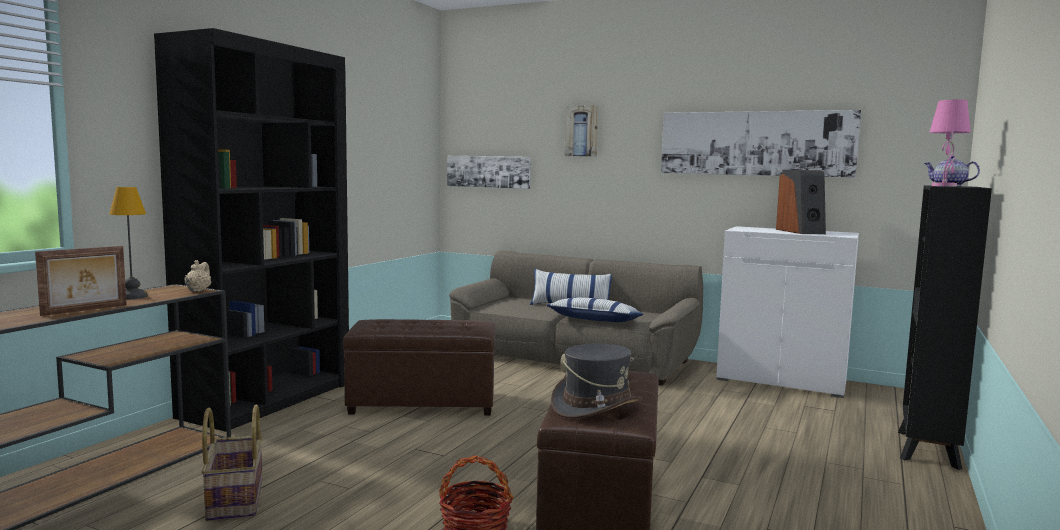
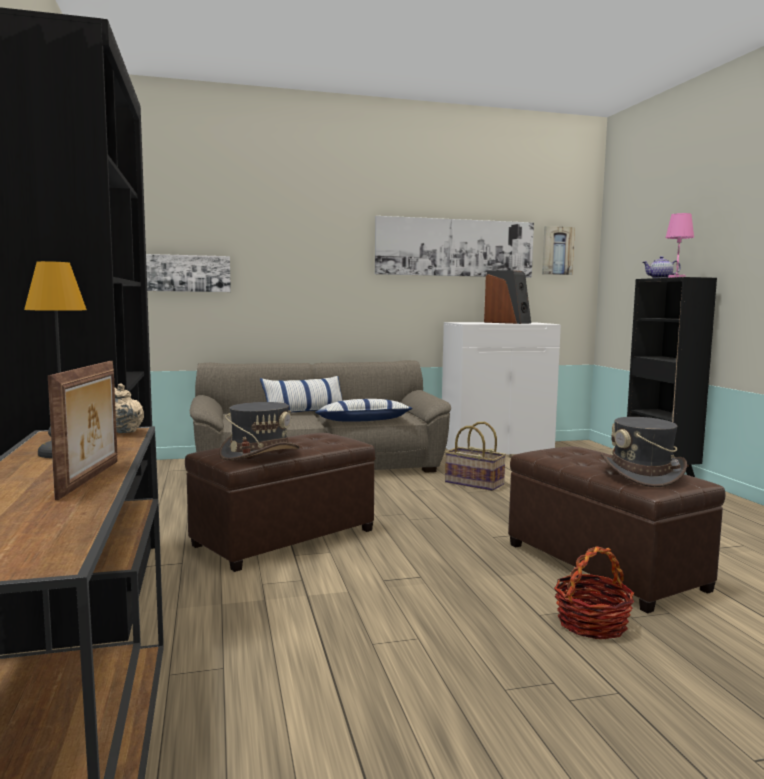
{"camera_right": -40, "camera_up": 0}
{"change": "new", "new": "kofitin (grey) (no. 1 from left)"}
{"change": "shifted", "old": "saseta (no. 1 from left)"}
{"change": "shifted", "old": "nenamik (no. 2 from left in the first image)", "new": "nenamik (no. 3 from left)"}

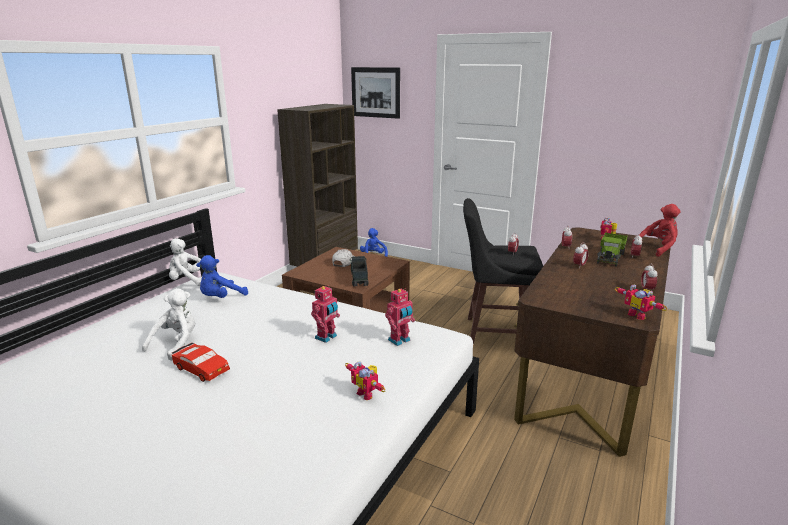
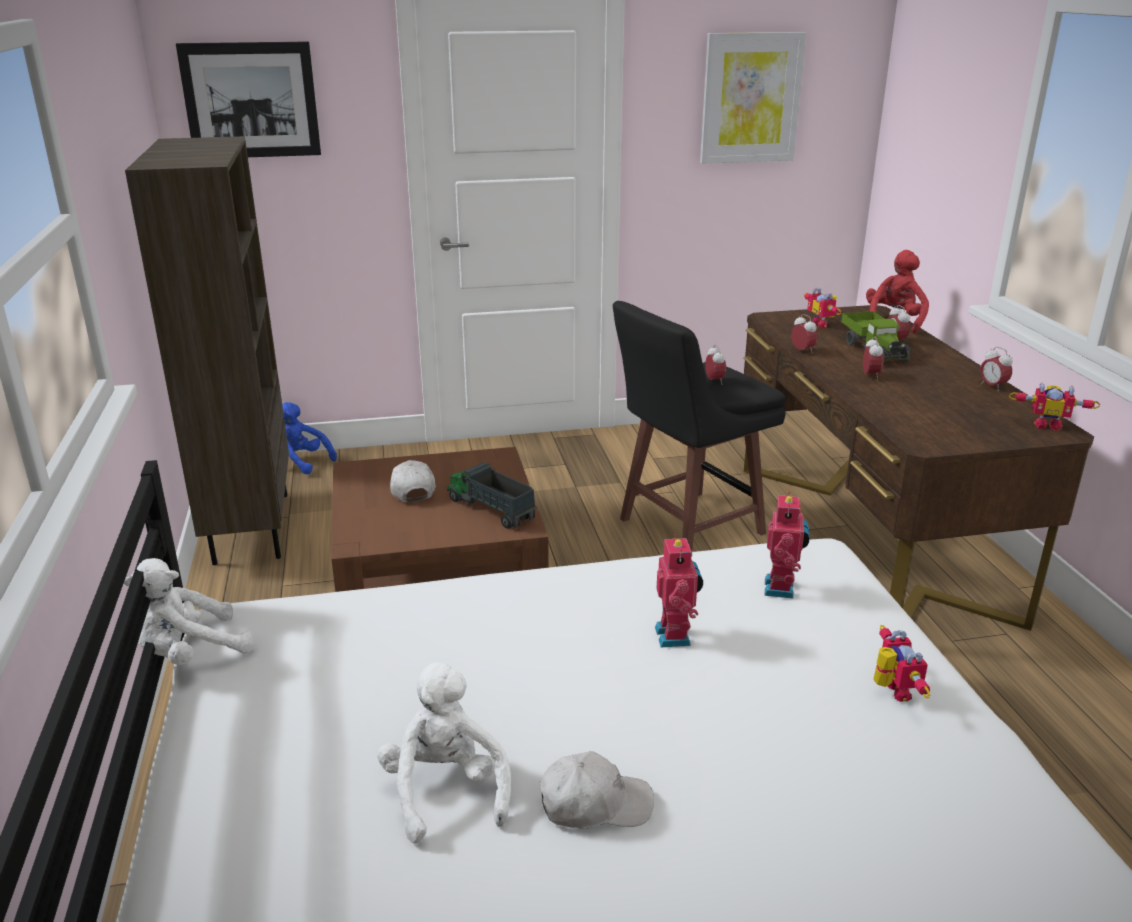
{"camera_right": -40, "camera_up": 5}
{"change": "swapped", "old": "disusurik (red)", "new": "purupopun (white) (no. 2 from left)"}
{"change": "new", "new": "nenamik (no. 2 from left)"}
{"change": "rotated", "old": "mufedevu (no. 2 from left in the first image)", "degrees": -105}
{"change": "gone", "old": "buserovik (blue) (no. 1 from left)"}

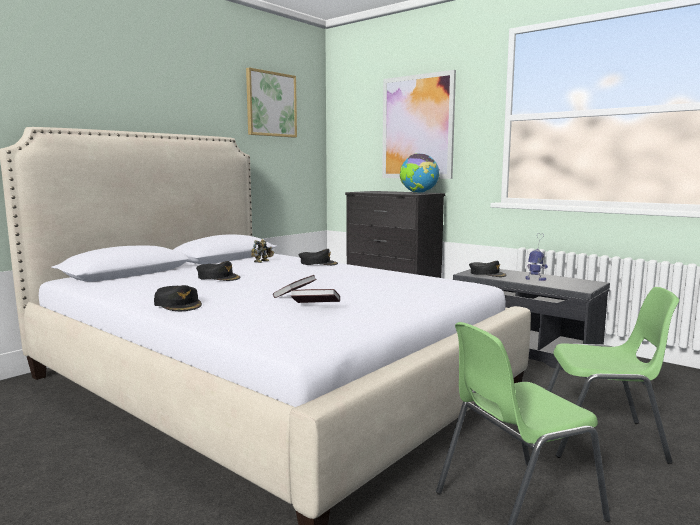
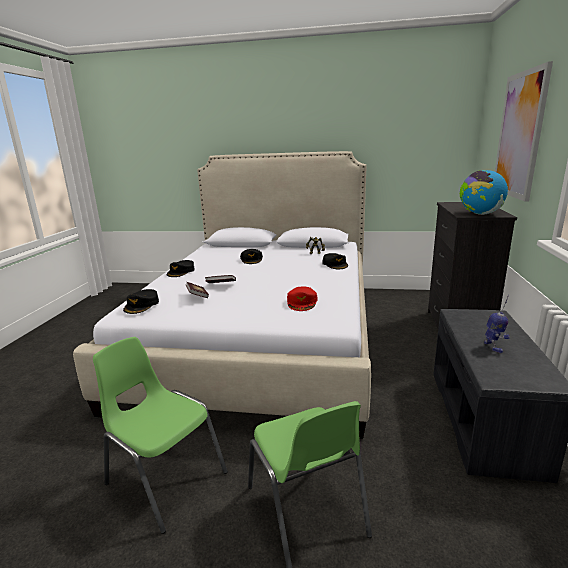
{"camera_right": 60, "camera_up": 10}
{"change": "shifted", "old": "purupopun (black) (no. 4 from left in the first image)", "new": "purupopun (black) (no. 1 from left)"}
{"change": "new", "new": "purupopun (red)"}
{"change": "gone", "old": "nenamik (no. 1 from left)"}

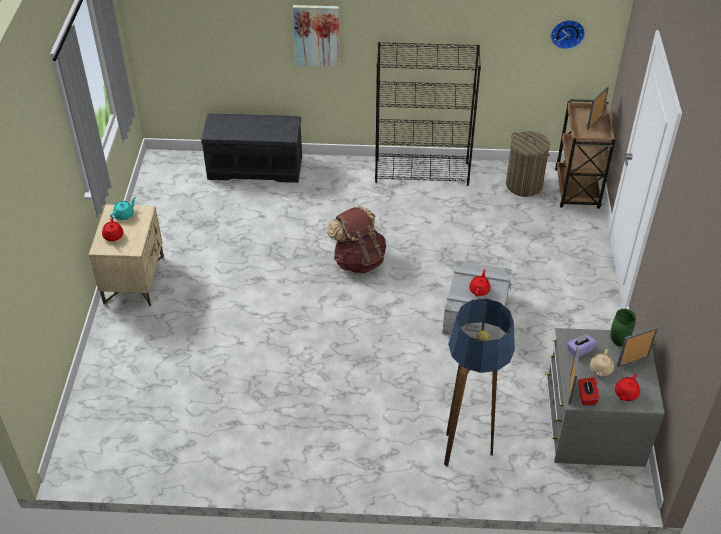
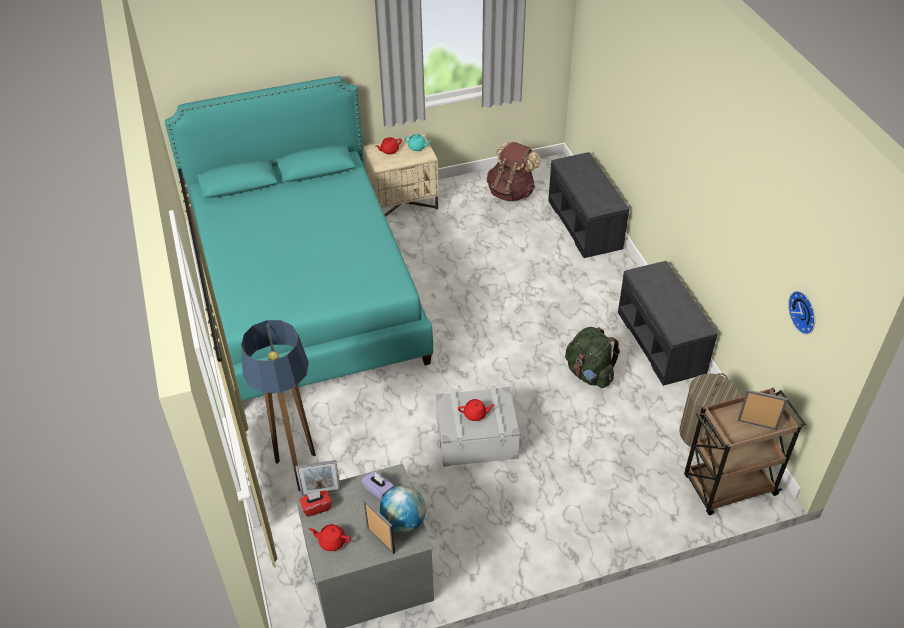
{"camera_right": 70, "camera_up": 0}
{"change": "new", "new": "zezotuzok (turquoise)"}
{"change": "swapped", "old": "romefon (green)", "new": "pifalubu"}
{"change": "shifted", "old": "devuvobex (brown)"}
{"change": "new", "new": "devuvobex (green)"}
{"change": "swapped", "old": "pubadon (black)", "new": "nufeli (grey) (no. 2 from left)"}
{"change": "gone", "old": "nenamik"}
{"change": "gone", "old": "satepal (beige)"}

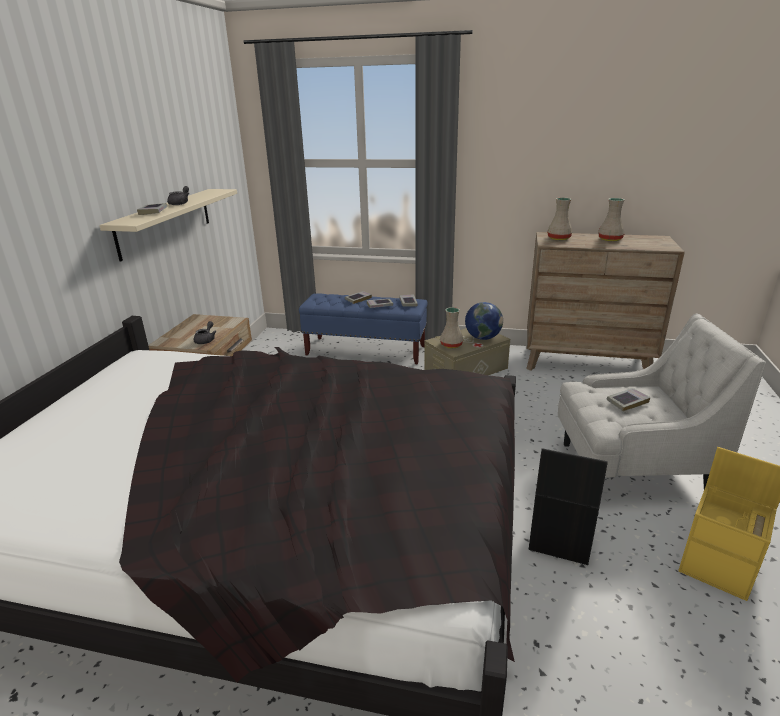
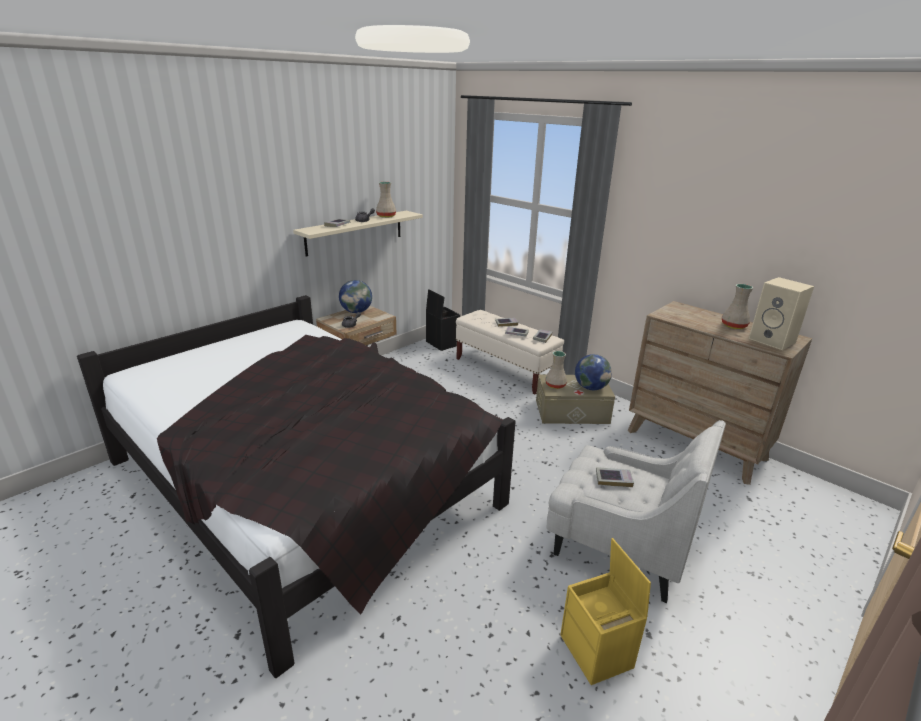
{"camera_right": 30, "camera_up": 0}
{"change": "new", "new": "pifalubu (no. 1 from left)"}
{"change": "shifted", "old": "romefon (beige) (no. 2 from left in the first image)", "new": "romefon (beige) (no. 1 from left)"}
{"change": "shifted", "old": "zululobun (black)"}
{"change": "repainted", "old": "nufeli (blue)", "new": "nufeli (beige)"}
{"change": "new", "new": "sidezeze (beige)"}

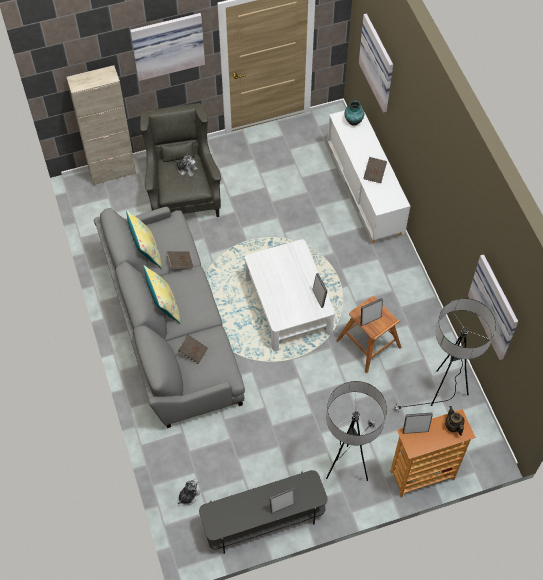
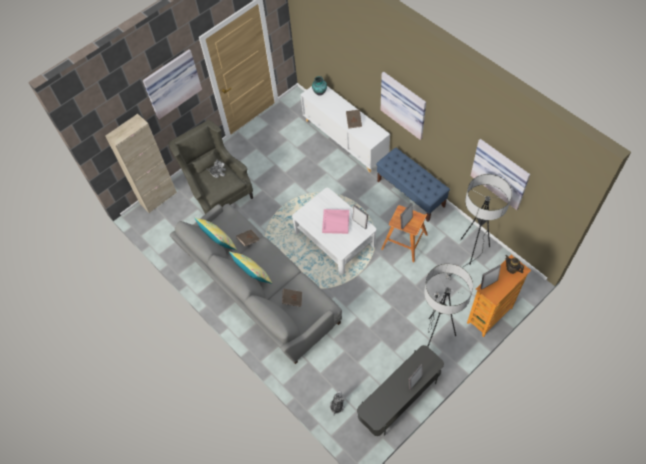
{"camera_right": -20, "camera_up": 0}
{"change": "new", "new": "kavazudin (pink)"}
{"change": "new", "new": "nufeli (blue)"}
{"change": "shifted", "old": "nenamik (no. 2 from left)"}

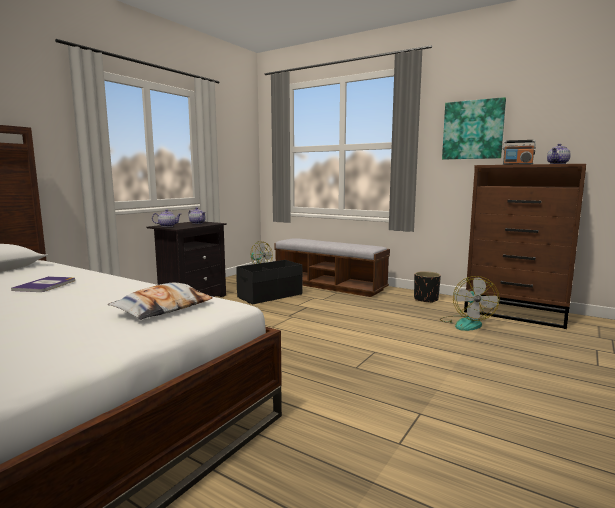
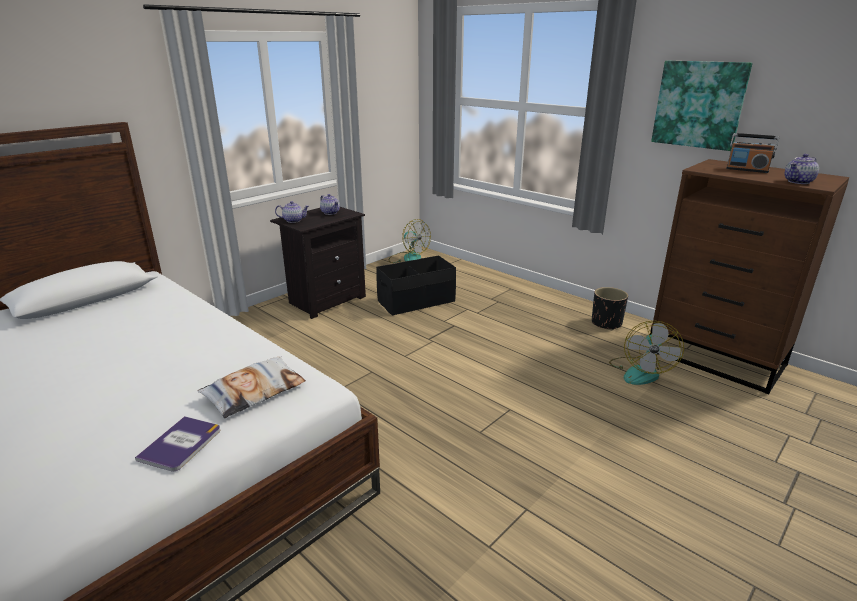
{"camera_right": 10, "camera_up": 15}
{"change": "shifted", "old": "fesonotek"}
{"change": "gone", "old": "nufeli"}

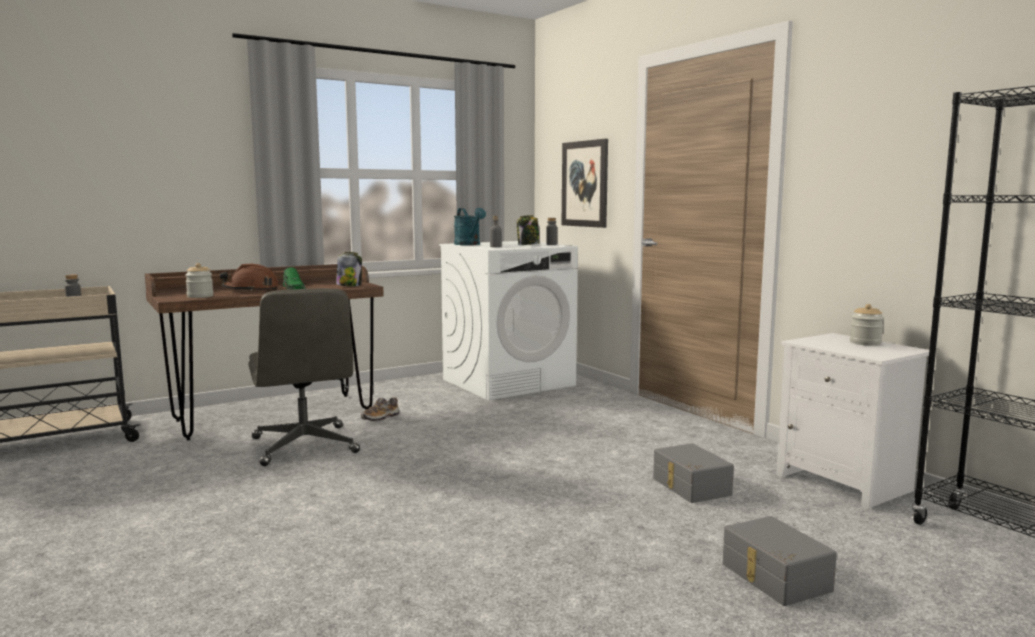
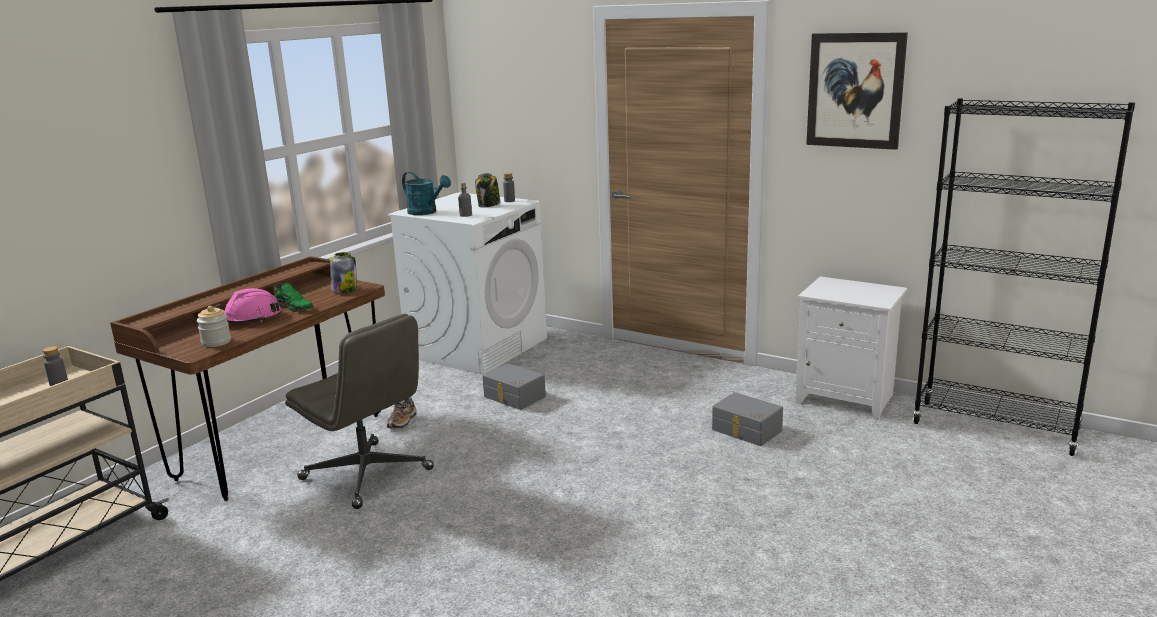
{"camera_right": -25, "camera_up": 10}
{"change": "repainted", "old": "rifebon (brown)", "new": "rifebon (pink)"}
{"change": "shifted", "old": "zululobun (grey) (no. 2 from left in the first image)", "new": "zululobun (grey) (no. 1 from left)"}
{"change": "shifted", "old": "nenamik"}
{"change": "gone", "old": "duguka (no. 4 from left)"}

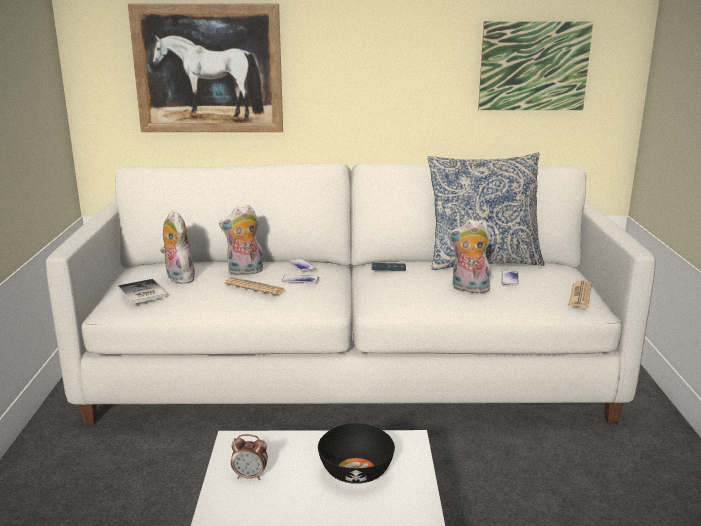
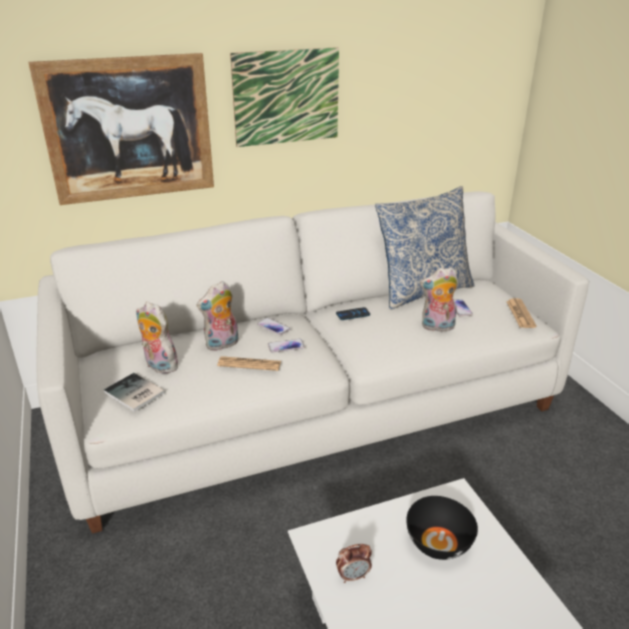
{"camera_right": -20, "camera_up": 10}
{"change": "shifted", "old": "nenamik (no. 2 from left)"}

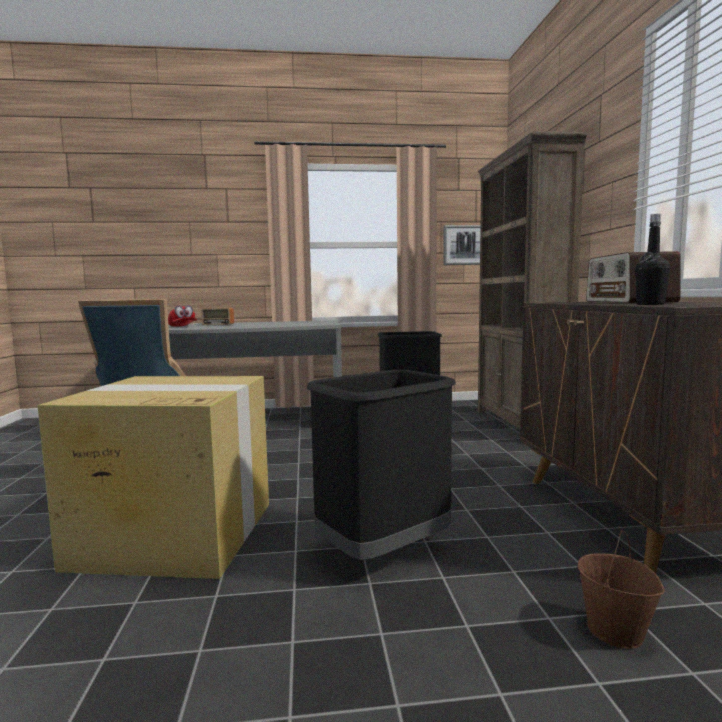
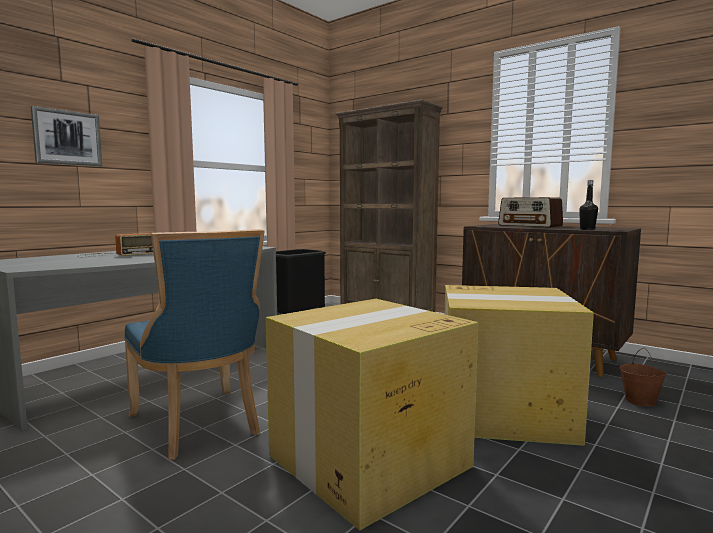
{"camera_right": -45, "camera_up": 0}
{"change": "shifted", "old": "nenamik"}
{"change": "swapped", "old": "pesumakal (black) (no. 1 from left)", "new": "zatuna (no. 2 from left)"}
{"change": "gone", "old": "purupopun (red)"}

